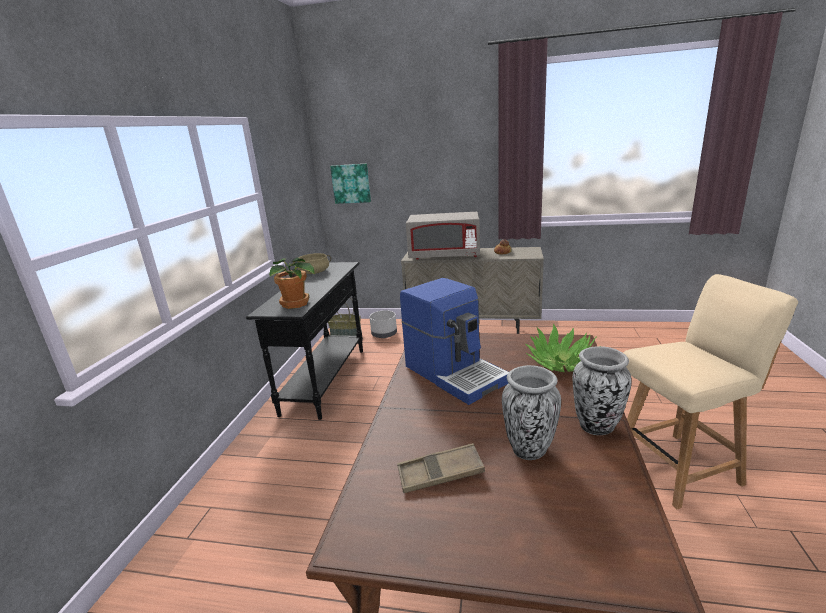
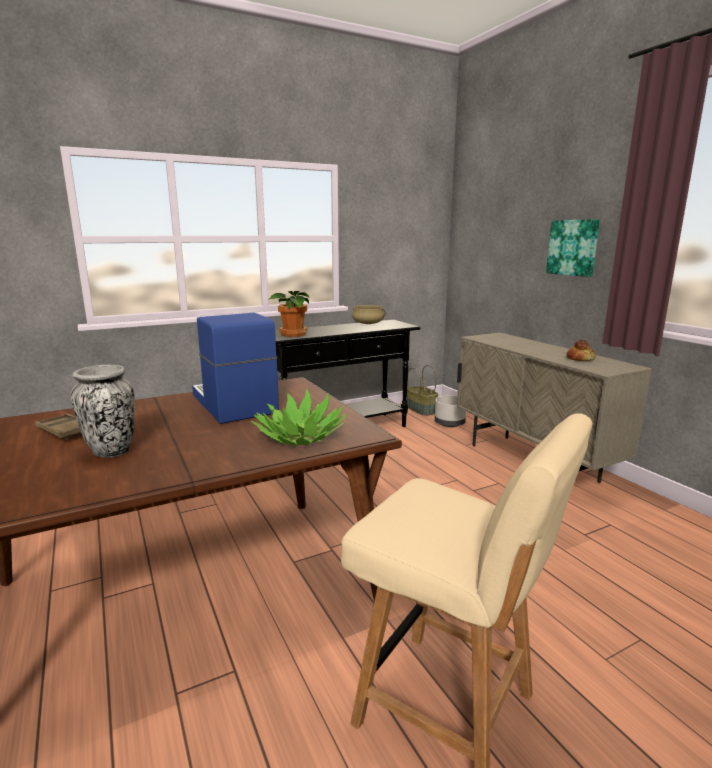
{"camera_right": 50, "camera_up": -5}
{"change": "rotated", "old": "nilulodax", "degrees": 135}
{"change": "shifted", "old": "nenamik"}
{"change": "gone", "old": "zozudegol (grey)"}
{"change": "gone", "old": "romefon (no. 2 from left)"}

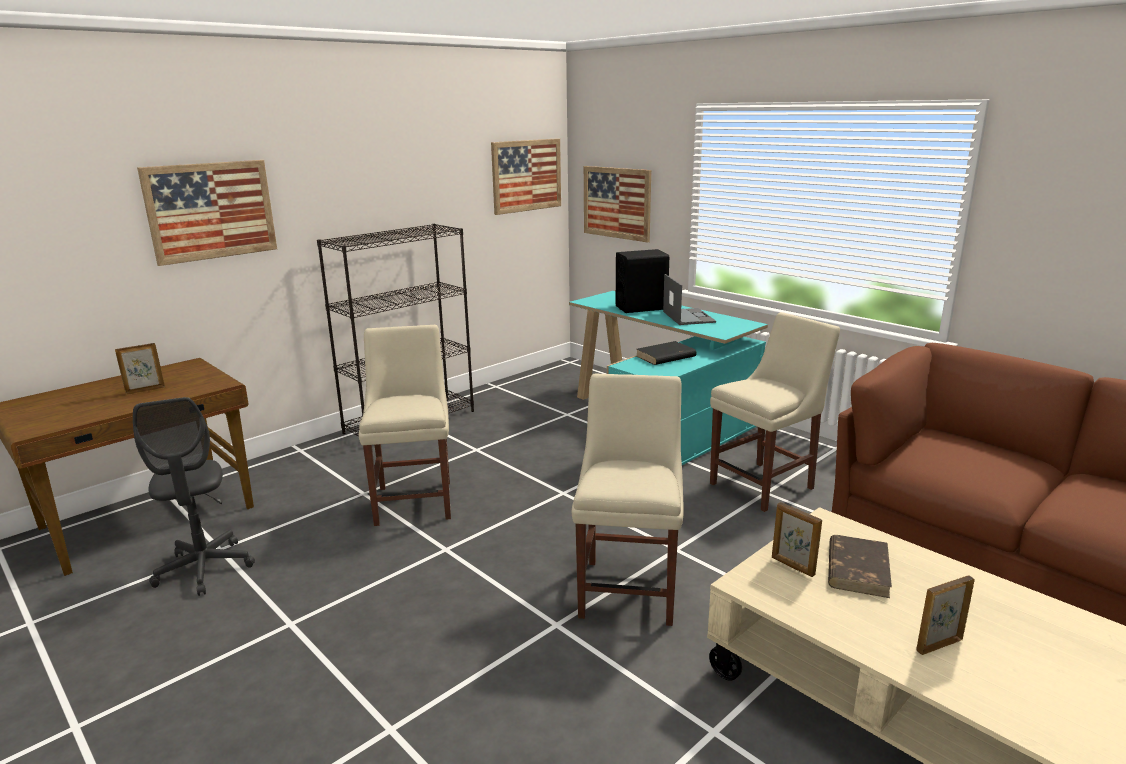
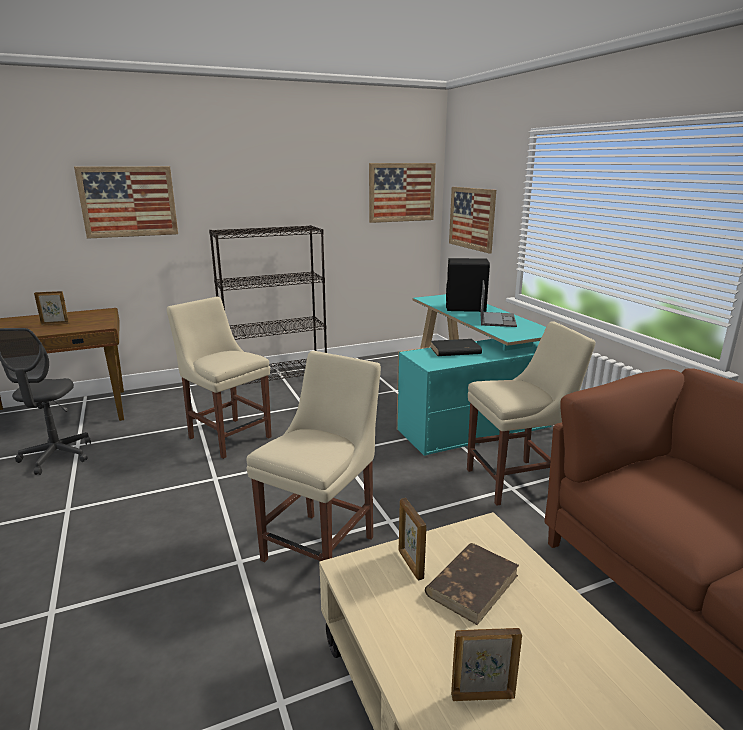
{"camera_right": 20, "camera_up": 0}
{"change": "rotated", "old": "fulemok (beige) (no. 1 from left)", "degrees": -60}

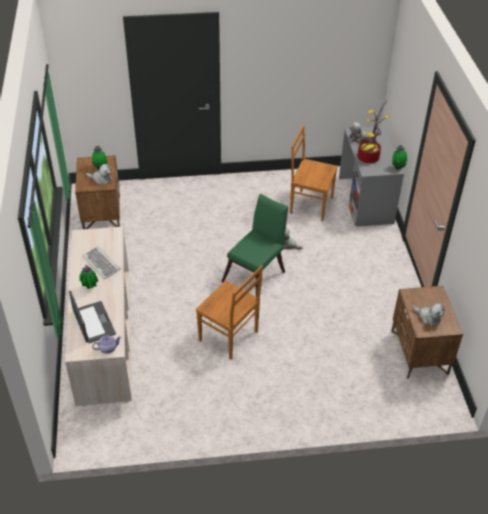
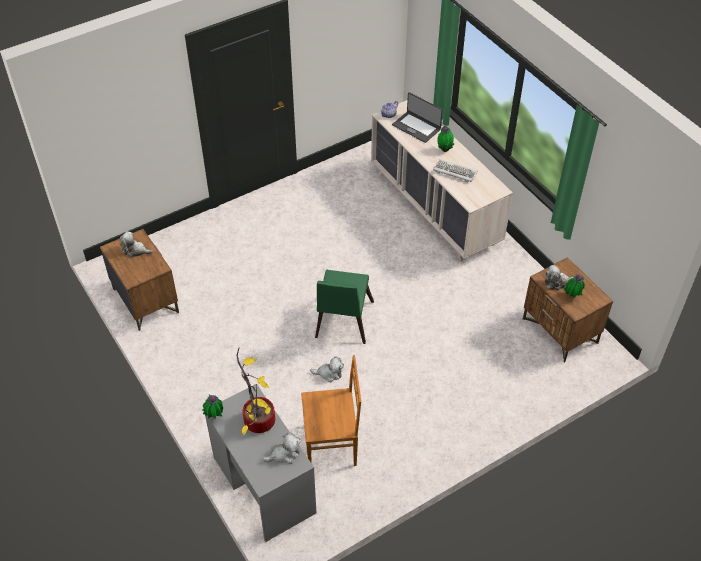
{"camera_right": 155, "camera_up": 5}
{"change": "gone", "old": "fulemok (brown) (no. 1 from left)"}

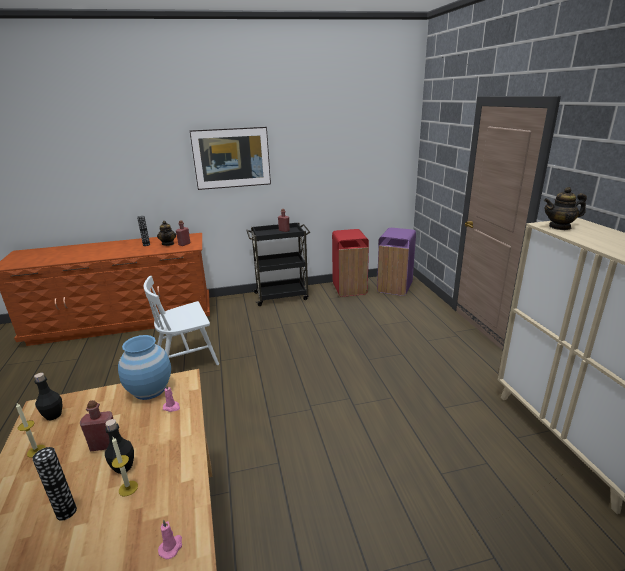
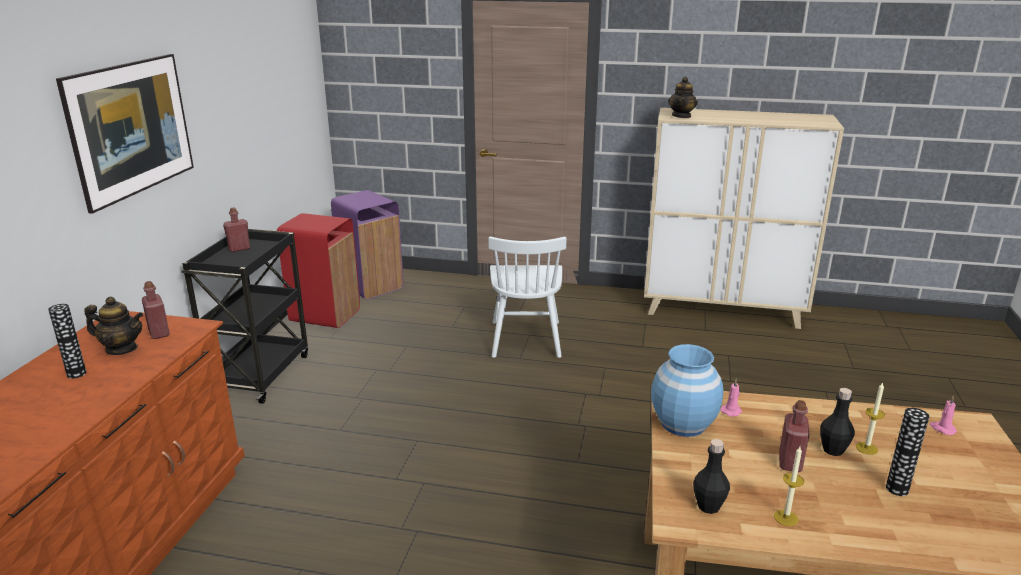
{"camera_right": -65, "camera_up": 0}
{"change": "shifted", "old": "fulemok (white)"}

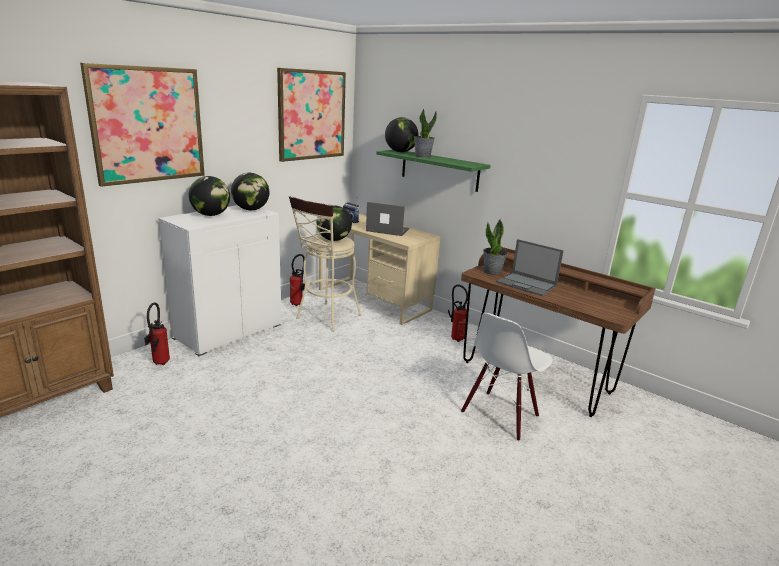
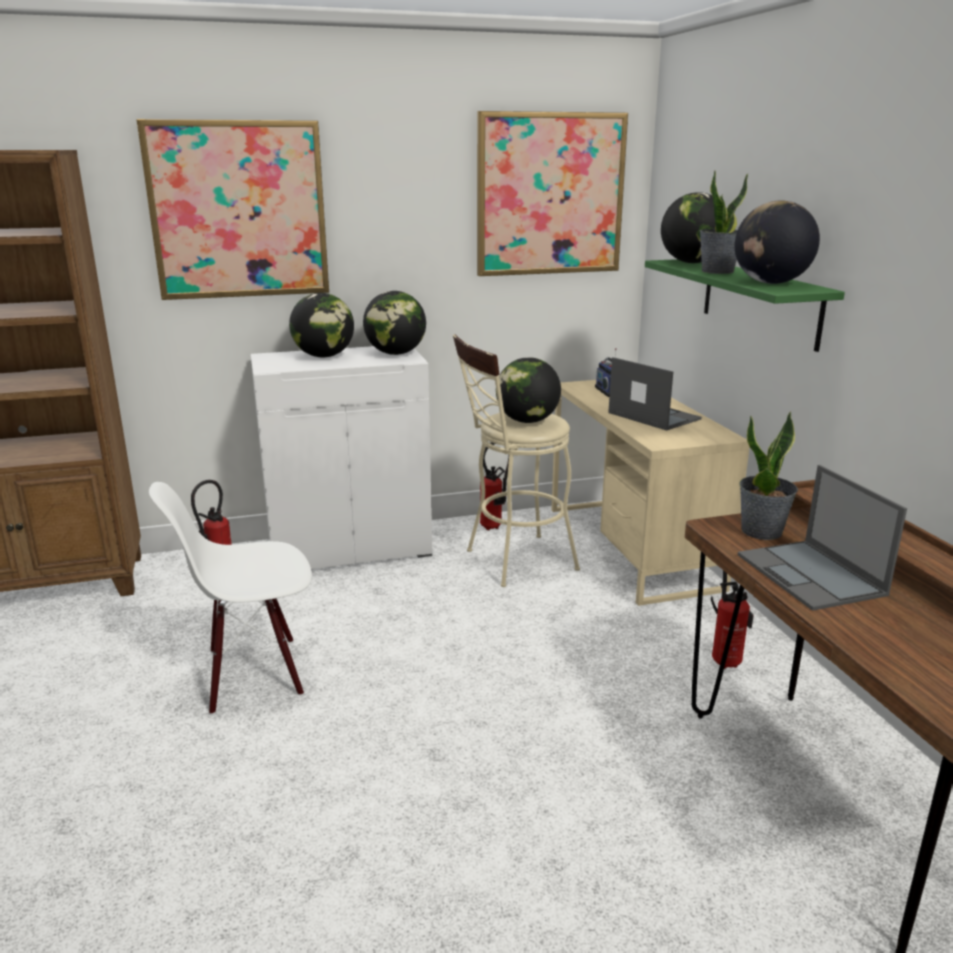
{"camera_right": 35, "camera_up": 0}
{"change": "shifted", "old": "fulemok (white)"}
{"change": "new", "new": "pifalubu (no. 5 from left)"}

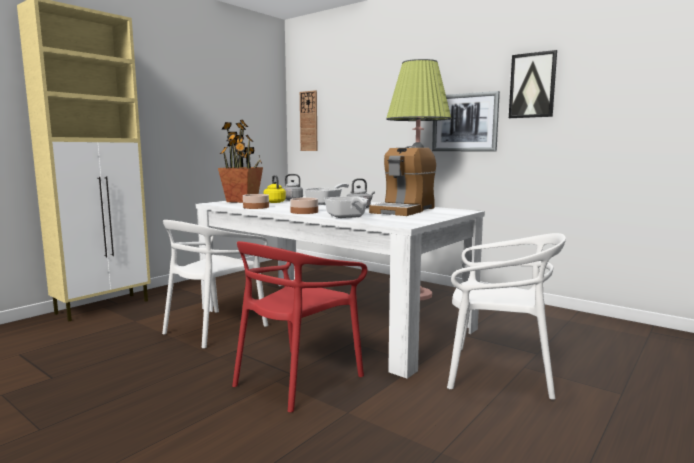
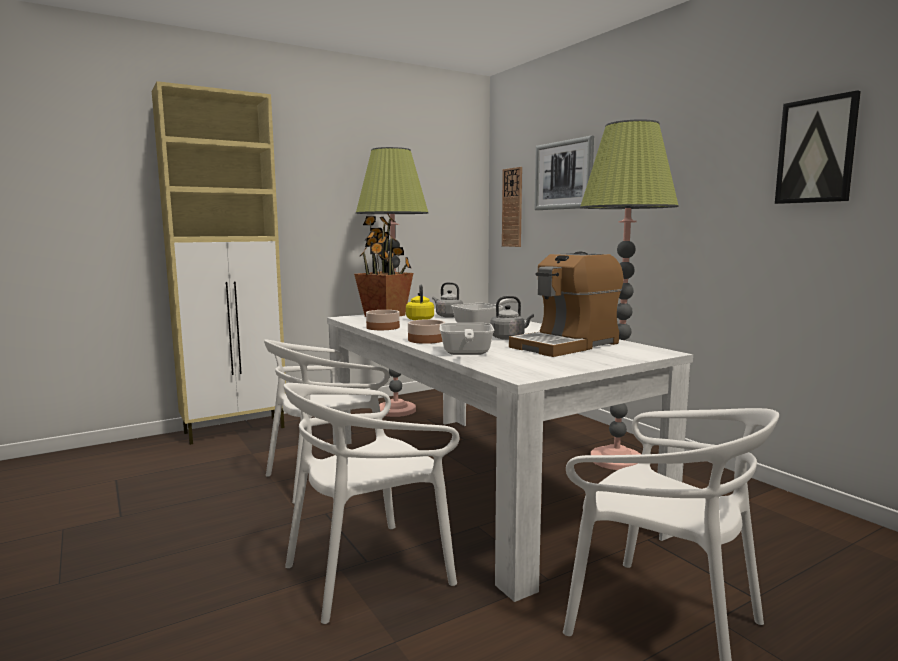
{"camera_right": 20, "camera_up": 0}
{"change": "repainted", "old": "fulemok (red)", "new": "fulemok (white) (no. 2 from left)"}
{"change": "new", "new": "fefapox (no. 1 from left)"}
{"change": "shifted", "old": "nenamik (no. 1 from left)"}

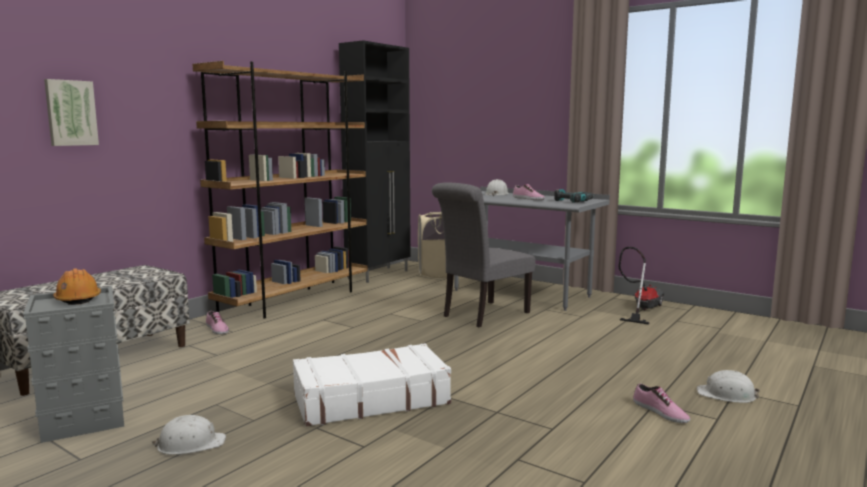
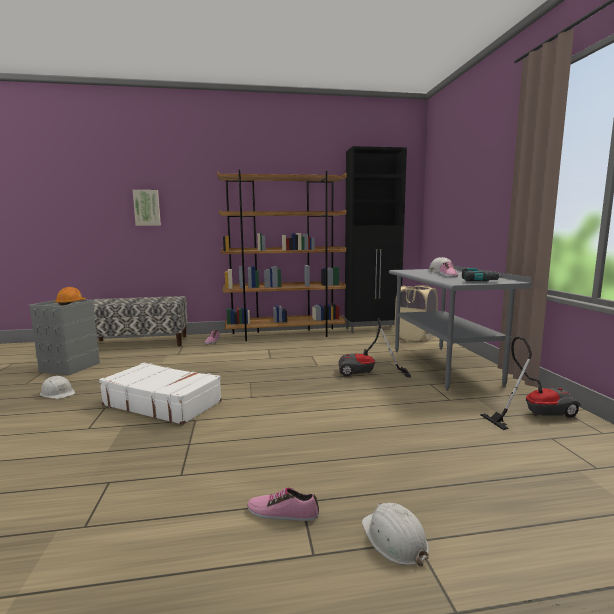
{"camera_right": 45, "camera_up": 0}
{"change": "rotated", "old": "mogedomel (no. 3 from left in the first image)", "degrees": 90}
{"change": "swapped", "old": "fulemok (grey)", "new": "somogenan (no. 1 from left)"}

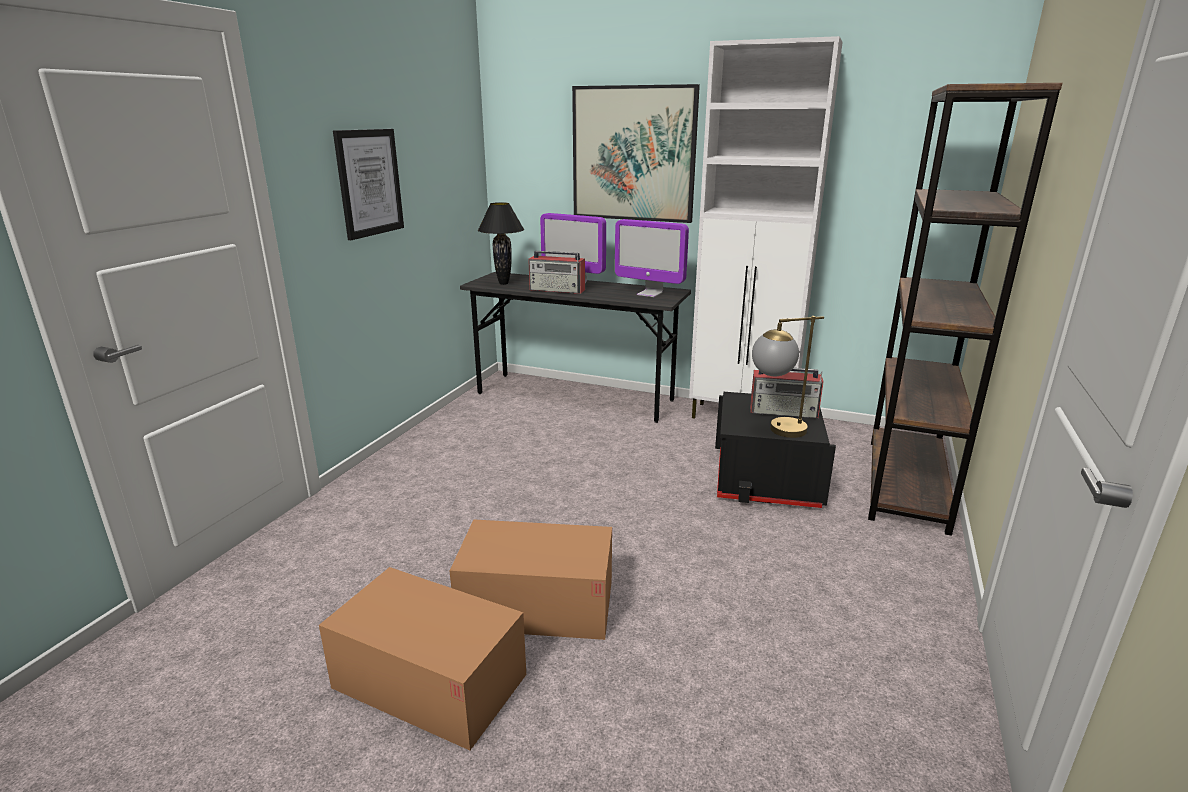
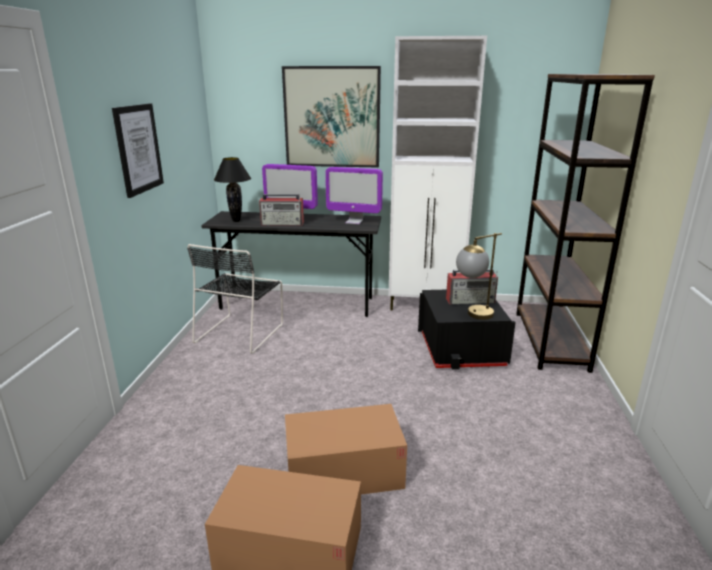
{"camera_right": -15, "camera_up": 0}
{"change": "new", "new": "fulemok (black)"}

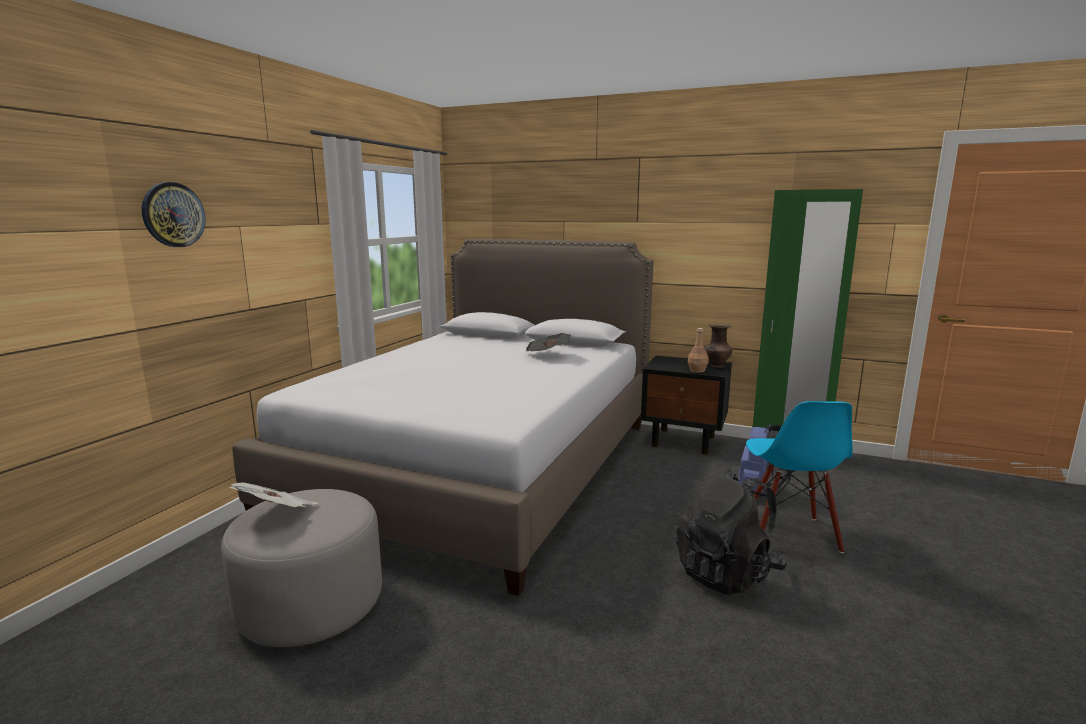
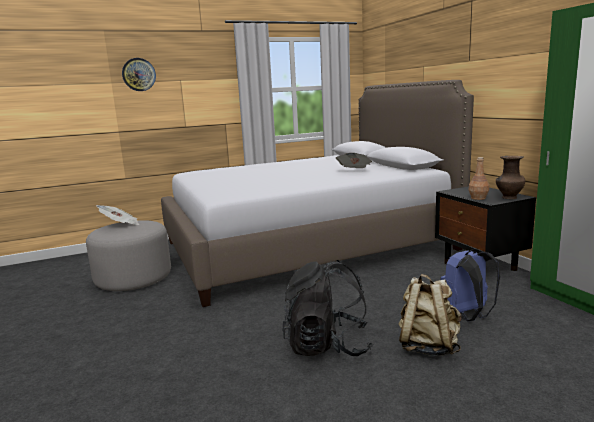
{"camera_right": 45, "camera_up": 0}
{"change": "swapped", "old": "fulemok (blue)", "new": "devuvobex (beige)"}

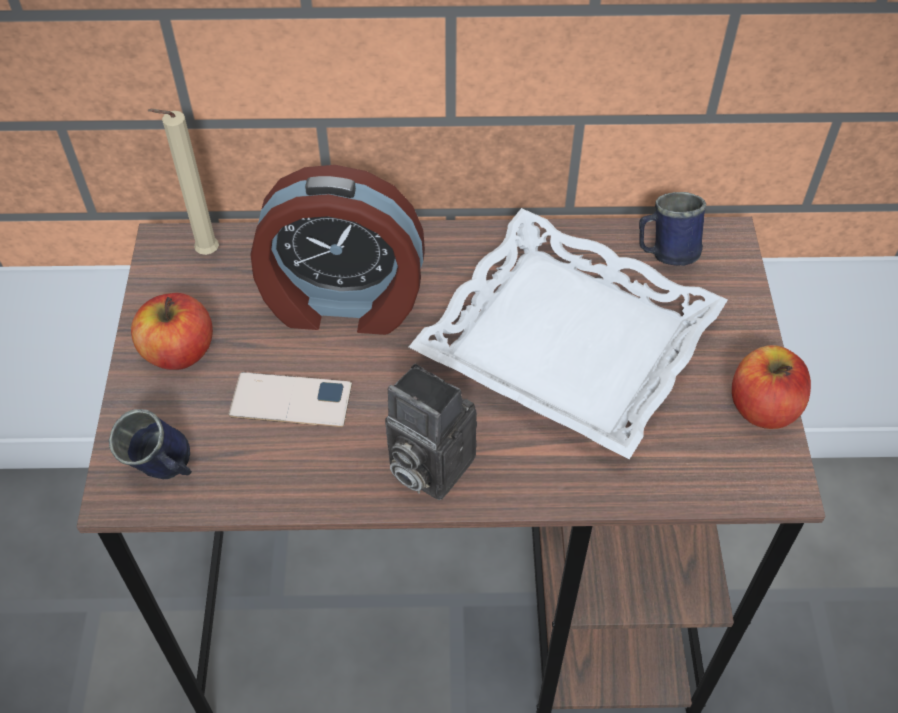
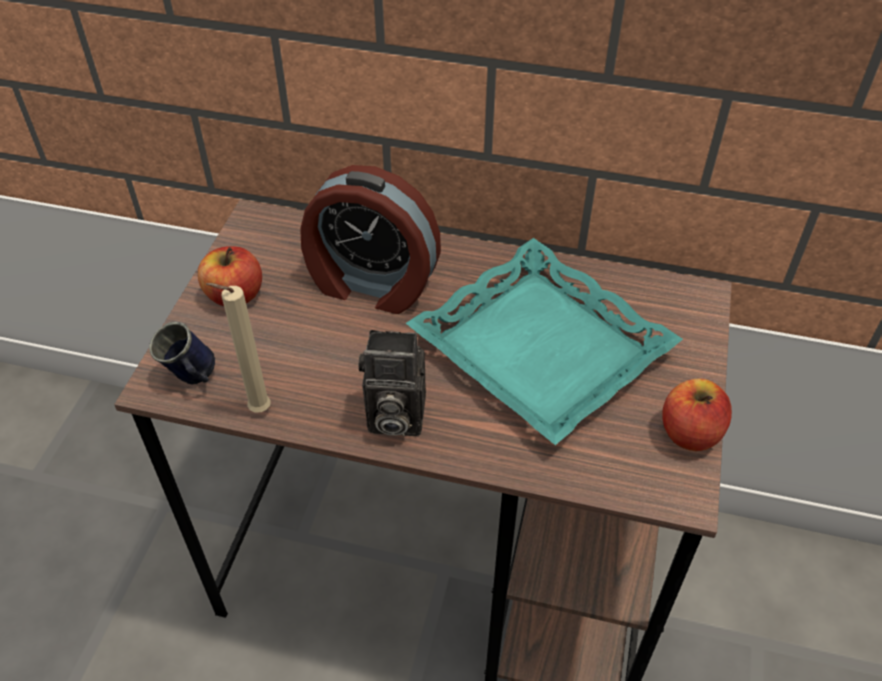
{"camera_right": 15, "camera_up": -5}
{"change": "shifted", "old": "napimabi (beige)"}
{"change": "rotated", "old": "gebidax", "degrees": -45}
{"change": "repainted", "old": "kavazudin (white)", "new": "kavazudin (turquoise)"}
{"change": "gone", "old": "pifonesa"}
{"change": "gone", "old": "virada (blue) (no. 2 from left)"}

